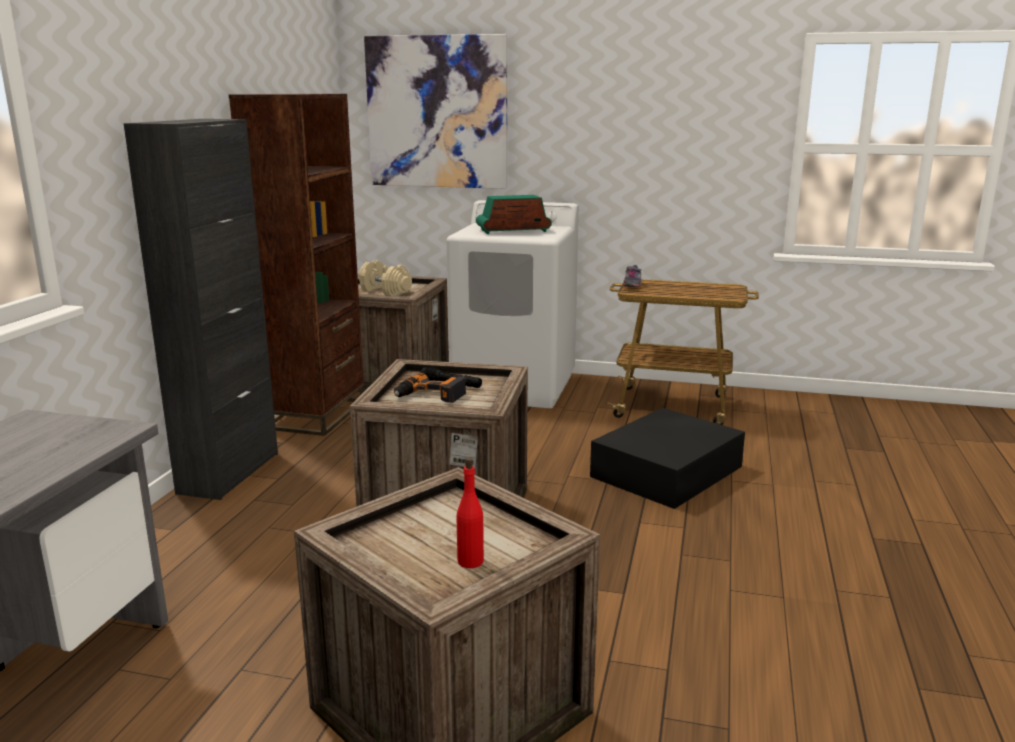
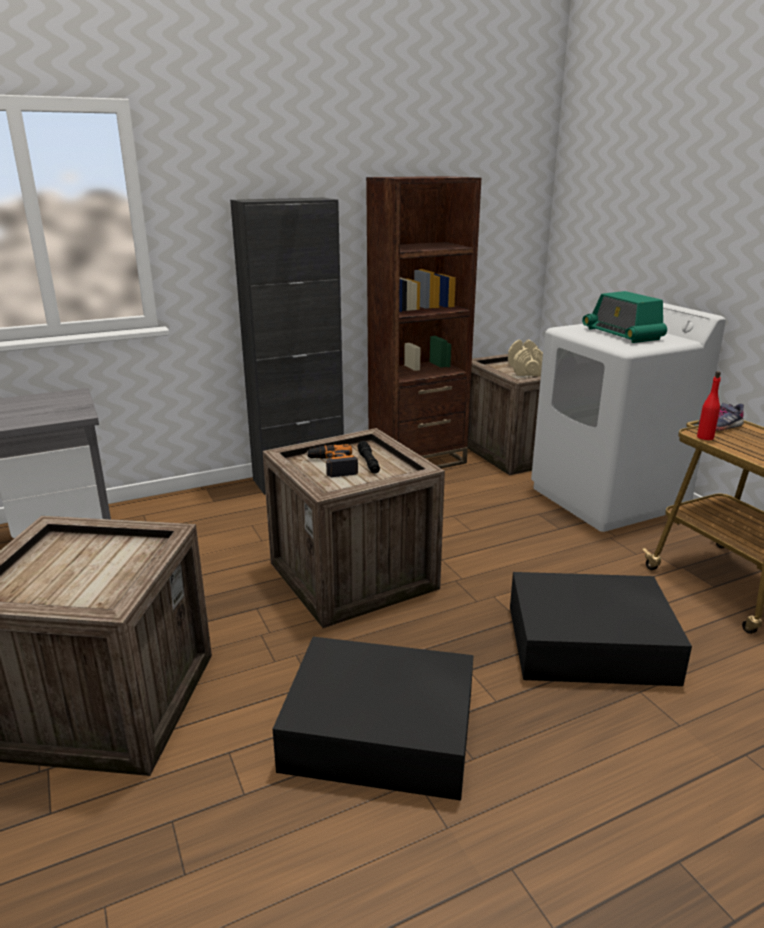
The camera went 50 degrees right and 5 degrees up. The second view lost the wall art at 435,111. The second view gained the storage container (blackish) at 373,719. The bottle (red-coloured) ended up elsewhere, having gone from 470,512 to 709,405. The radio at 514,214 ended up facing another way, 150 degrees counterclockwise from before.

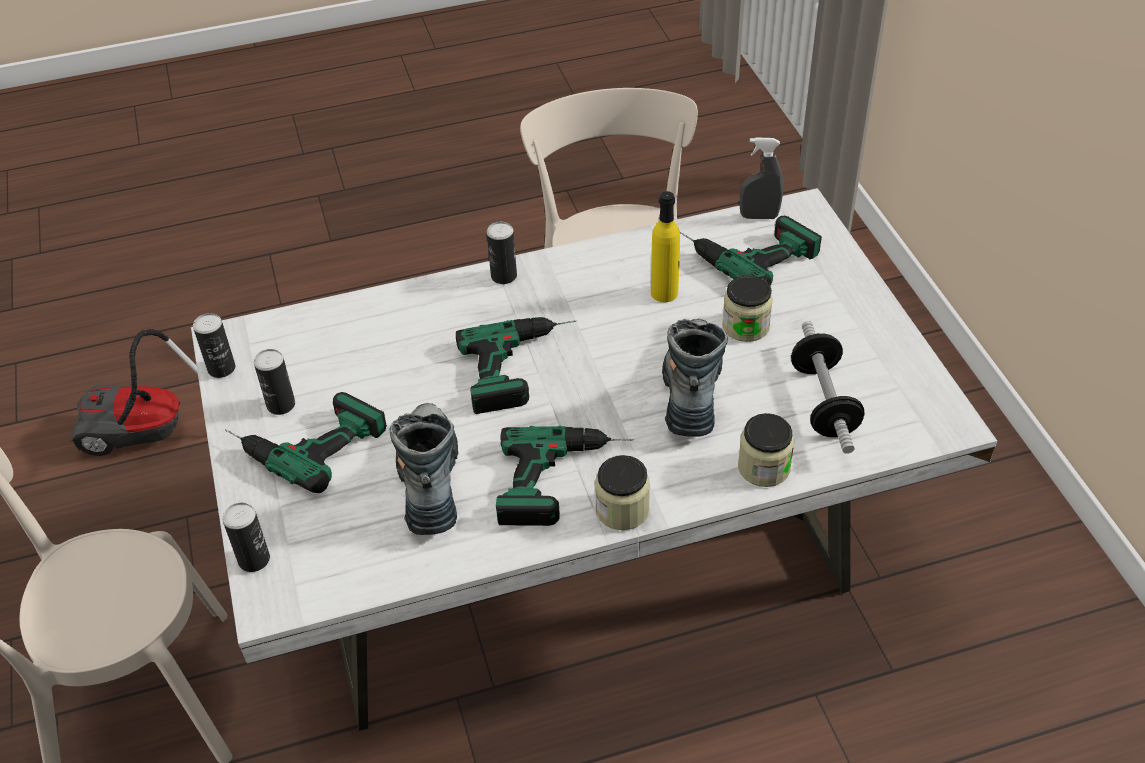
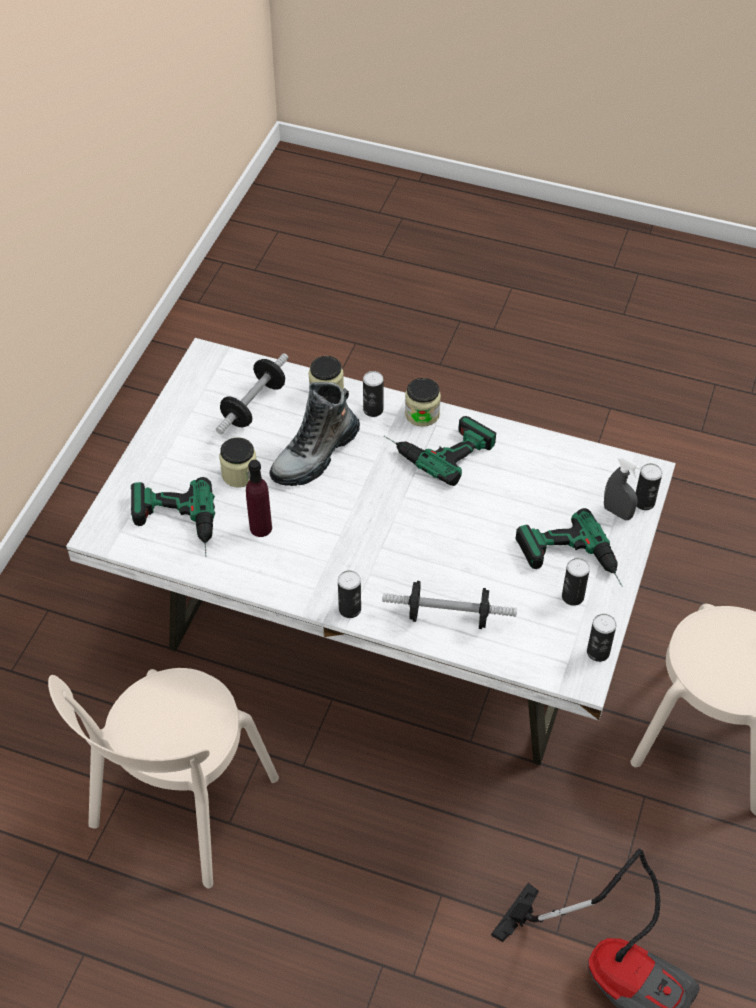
The camera went 145 degrees left and 5 degrees up. The second view lost the high-top boot at 423,469. The second view lost the electric drill at 516,365. The second view gained the can at 373,394. The second view gained the dumbbell at 449,605. The spray bottle (greyish) ended up elsewhere, having gone from 761,178 to 622,488. What was the bottle (yellowish) at 665,246 turned into the bottle (purplish) at 259,498.

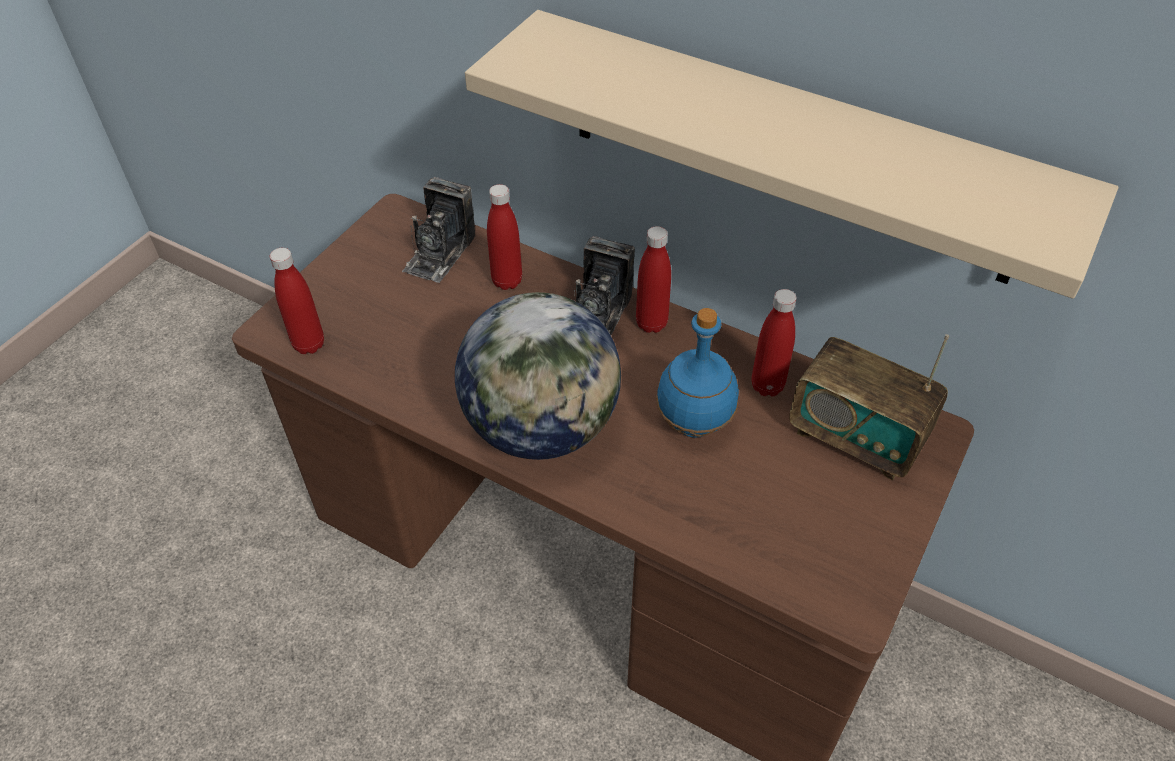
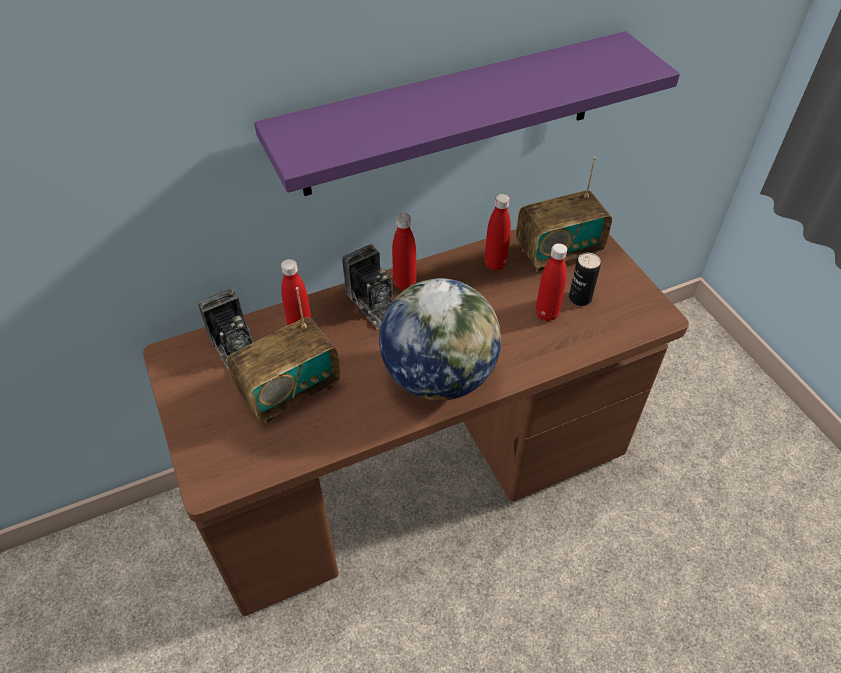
The camera went 55 degrees left and 0 degrees up. The second view lost the bottle (bluish) at 697,373. The second view gained the radio at 283,355. The second view gained the can at 585,279. The bottle (red-coloured) ended up elsewhere, having gone from 297,301 to 551,282. What was the bracket shelf (beige-coloured) at 791,154 turned into the bracket shelf (purplish) at 467,113.

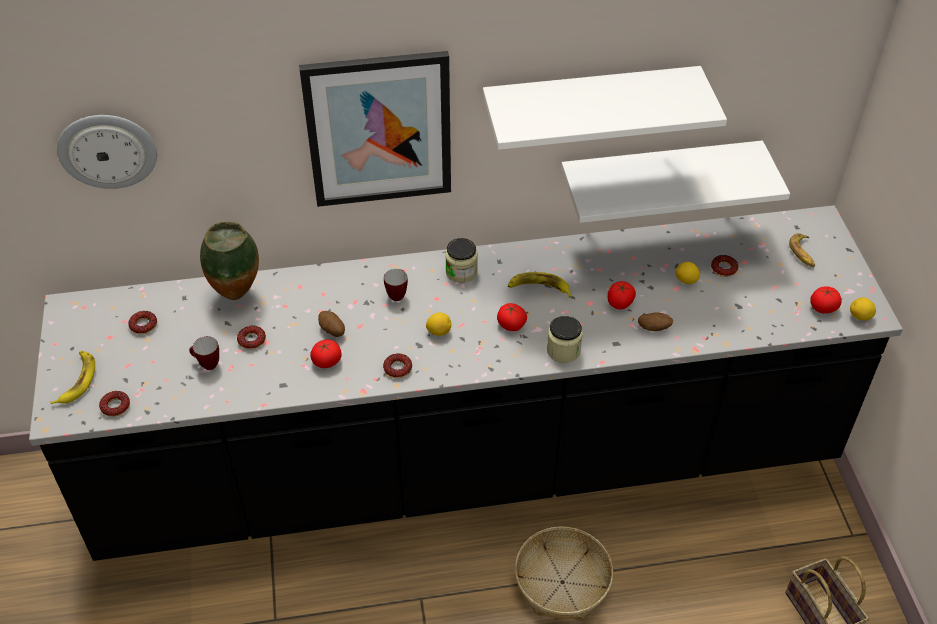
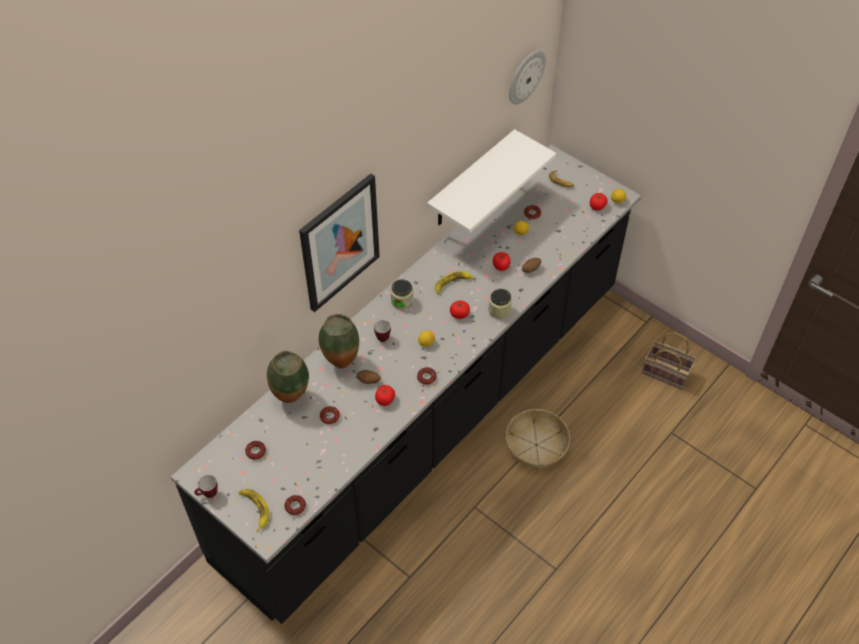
The camera went 40 degrees left and 5 degrees up. The second view lost the bracket shelf (white) at 605,108. The second view gained the flower vase at 339,341. The wall clock ended up elsewhere, having gone from 107,152 to 527,77. The coffee mug ended up elsewhere, having gone from 204,353 to 206,486.

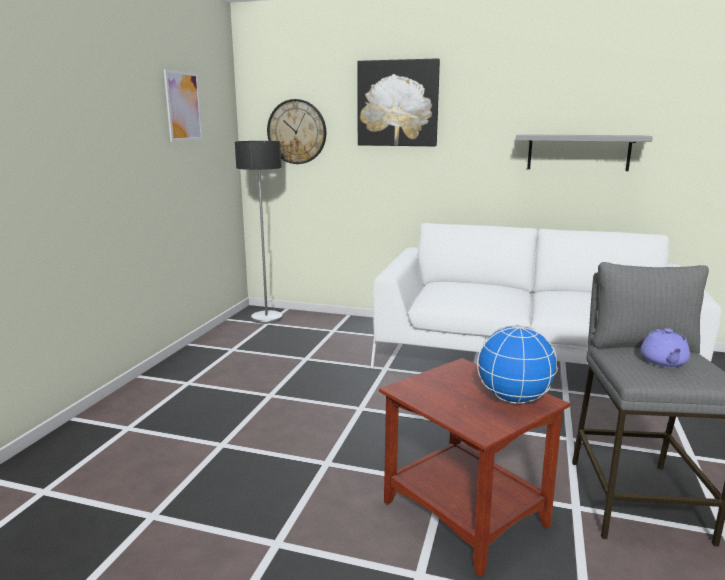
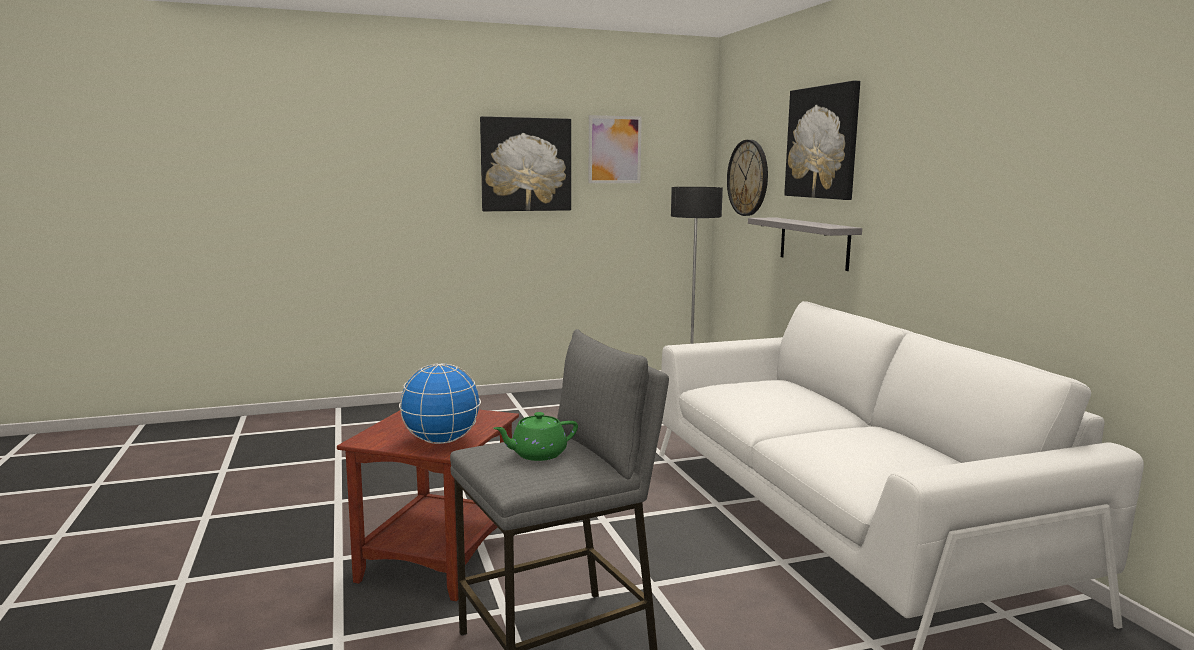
The camera went 55 degrees right and 5 degrees down. The second view gained the wall art at 525,163. The bracket shelf (greyish) ended up elsewhere, having gone from 584,152 to 805,244. What was the tea pot (purplish) at 665,347 turned into the tea pot (green-coloured) at 536,436.

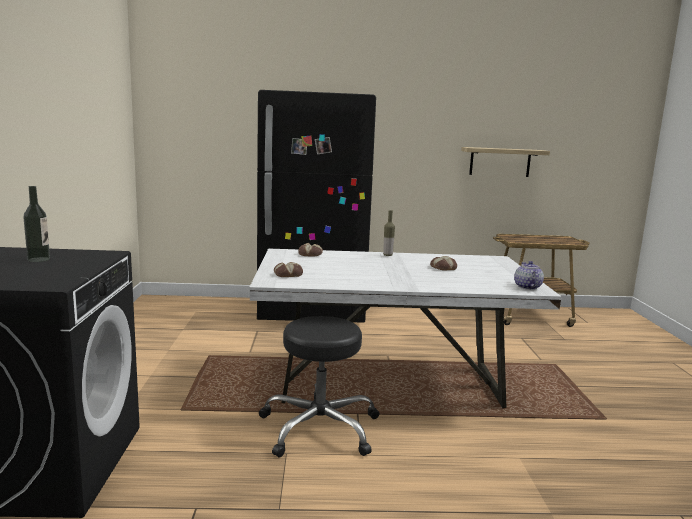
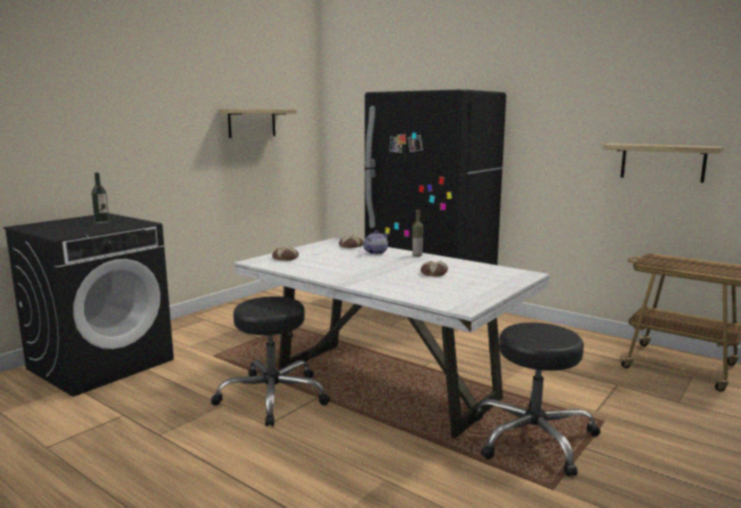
The camera went 40 degrees right and 0 degrees up. The second view gained the bracket shelf at 258,123. The second view gained the stool seat (blackish) at 538,399. The tea pot ended up elsewhere, having gone from 529,275 to 376,242.

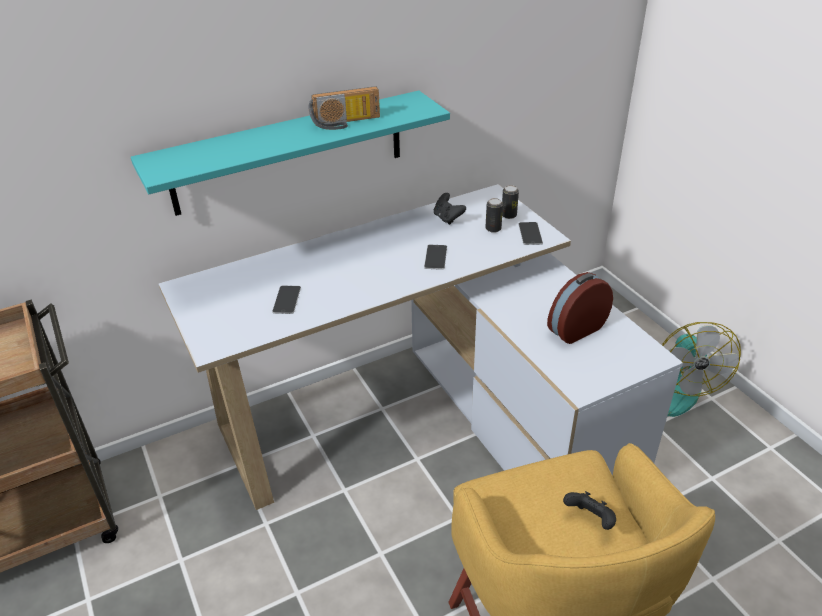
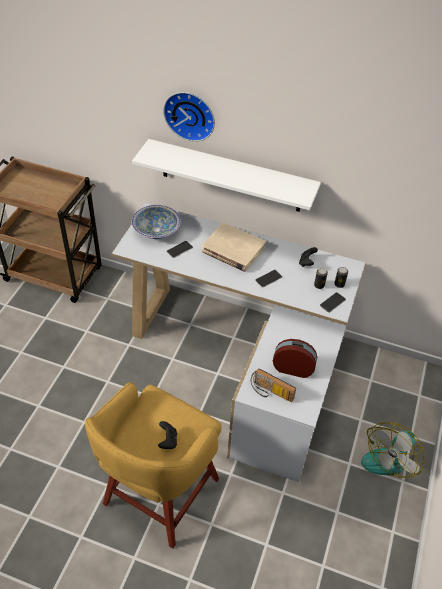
The camera went 45 degrees right and 10 degrees up. The second view gained the deep dish at 156,222. The second view gained the wall clock at 189,117. The second view gained the bound book (beige-coloured) at 233,247. The radio ended up elsewhere, having gone from 344,108 to 273,385. What was the bracket shelf (turquoise-coloured) at 290,153 turned into the bracket shelf (white) at 226,175.

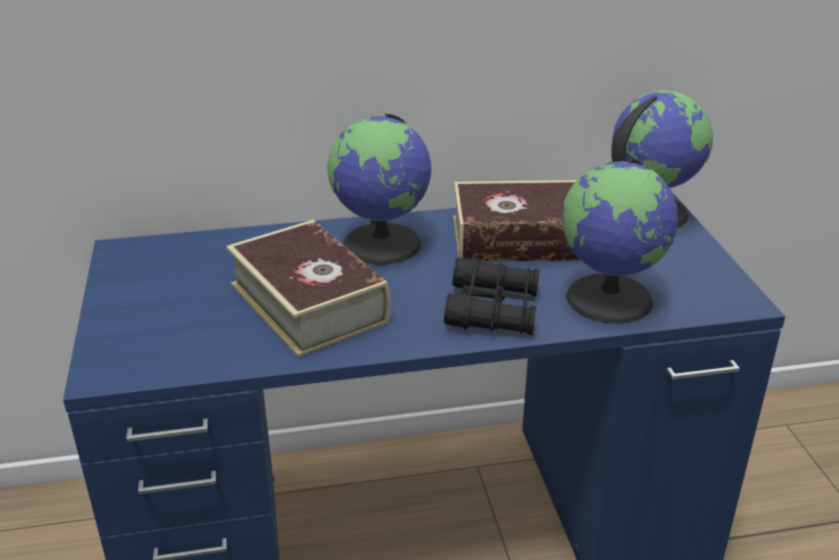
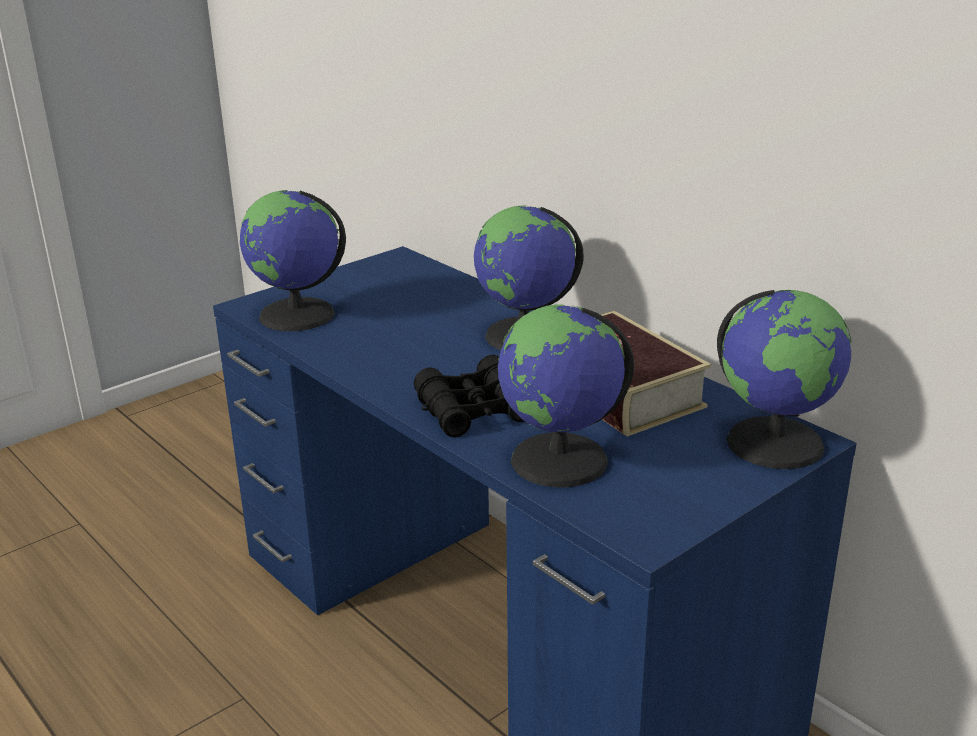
The camera went 60 degrees right and 5 degrees down. The second view lost the bound book at 308,288. The second view gained the world globe at 293,260.

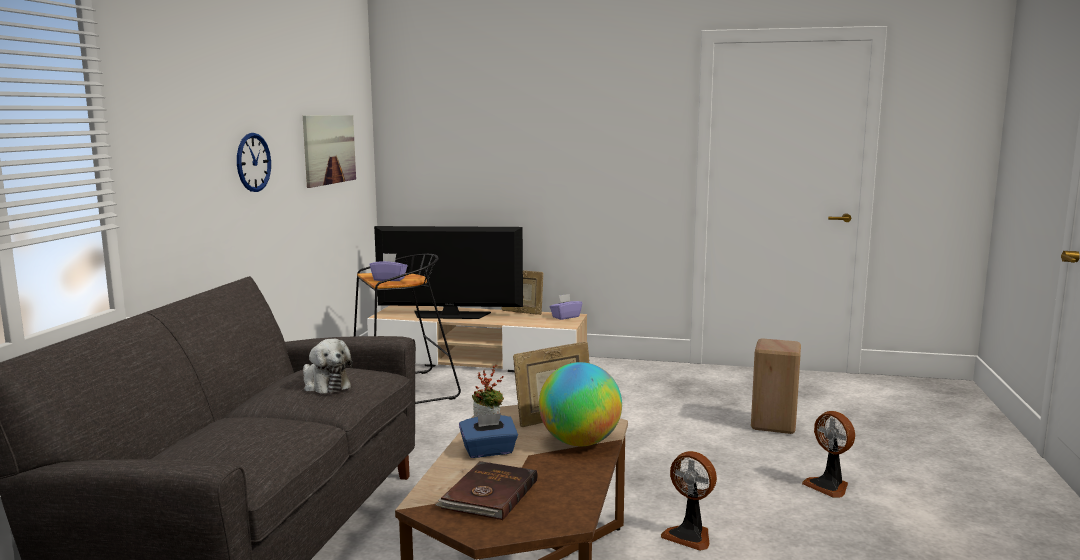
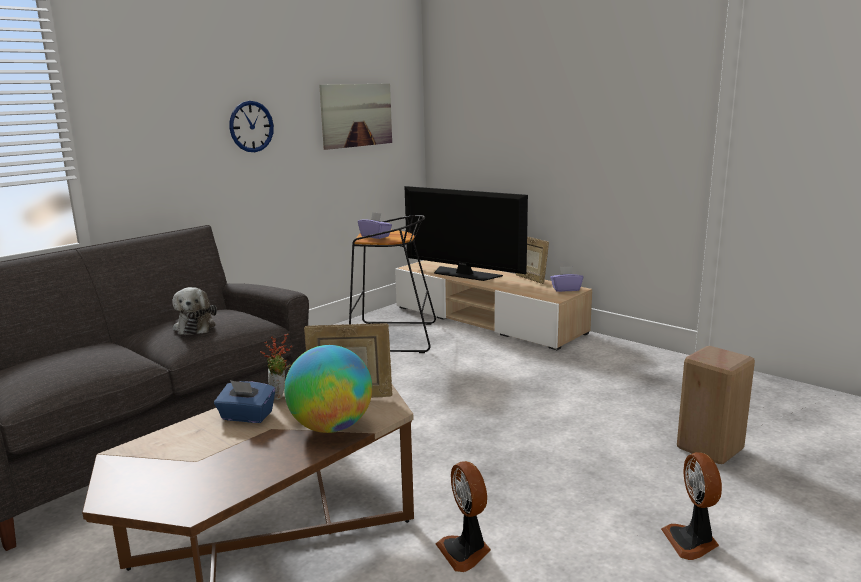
The camera went 30 degrees right and 5 degrees up. The second view lost the bound book (brown-coloured) at 487,491.

